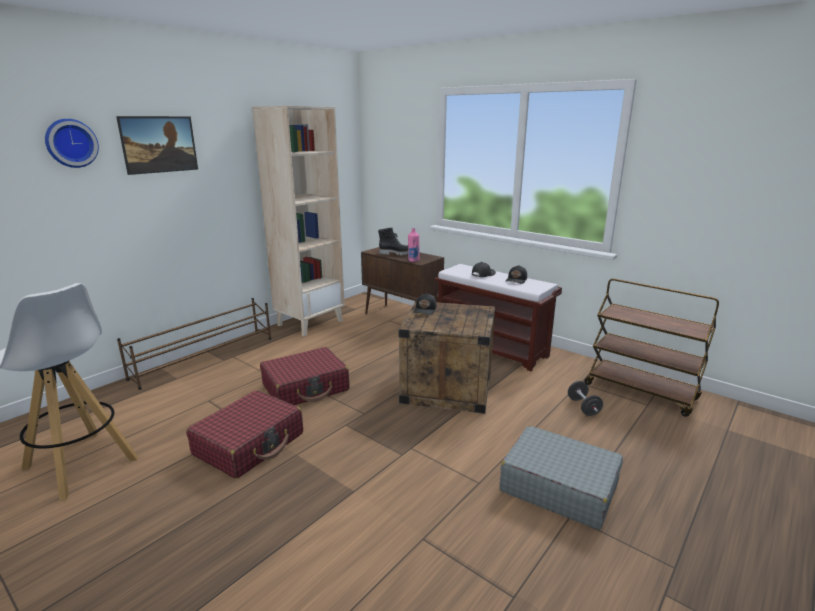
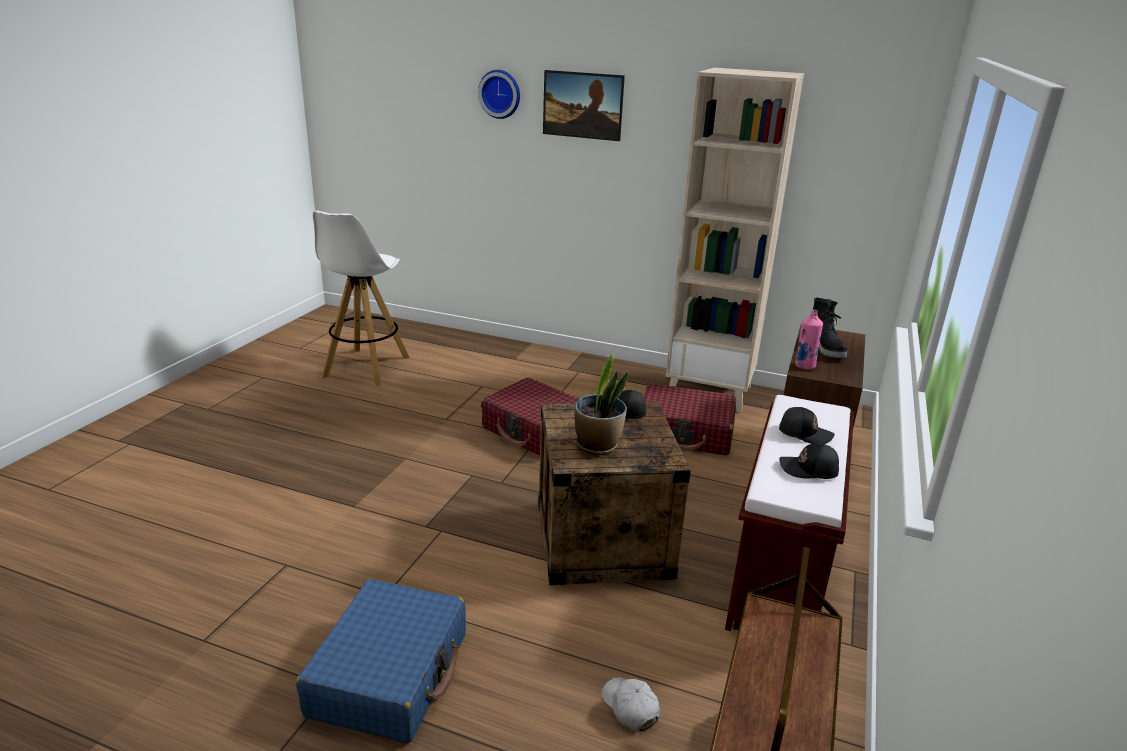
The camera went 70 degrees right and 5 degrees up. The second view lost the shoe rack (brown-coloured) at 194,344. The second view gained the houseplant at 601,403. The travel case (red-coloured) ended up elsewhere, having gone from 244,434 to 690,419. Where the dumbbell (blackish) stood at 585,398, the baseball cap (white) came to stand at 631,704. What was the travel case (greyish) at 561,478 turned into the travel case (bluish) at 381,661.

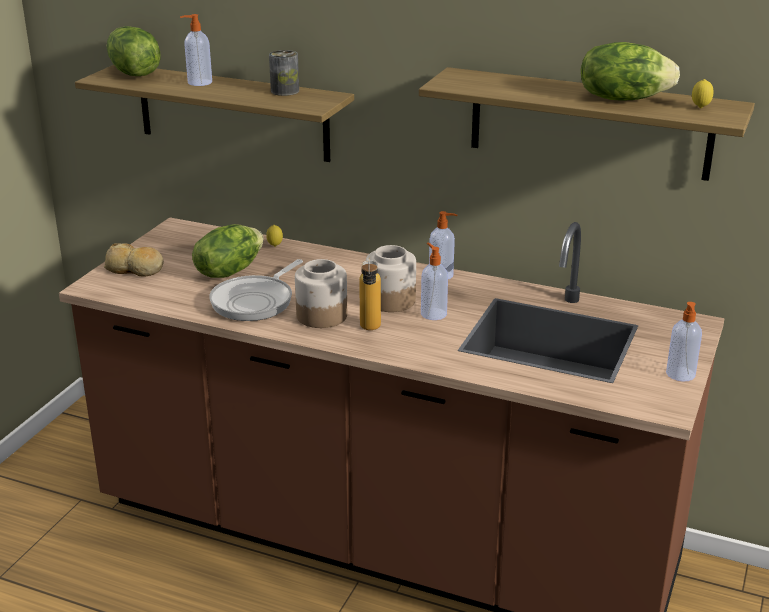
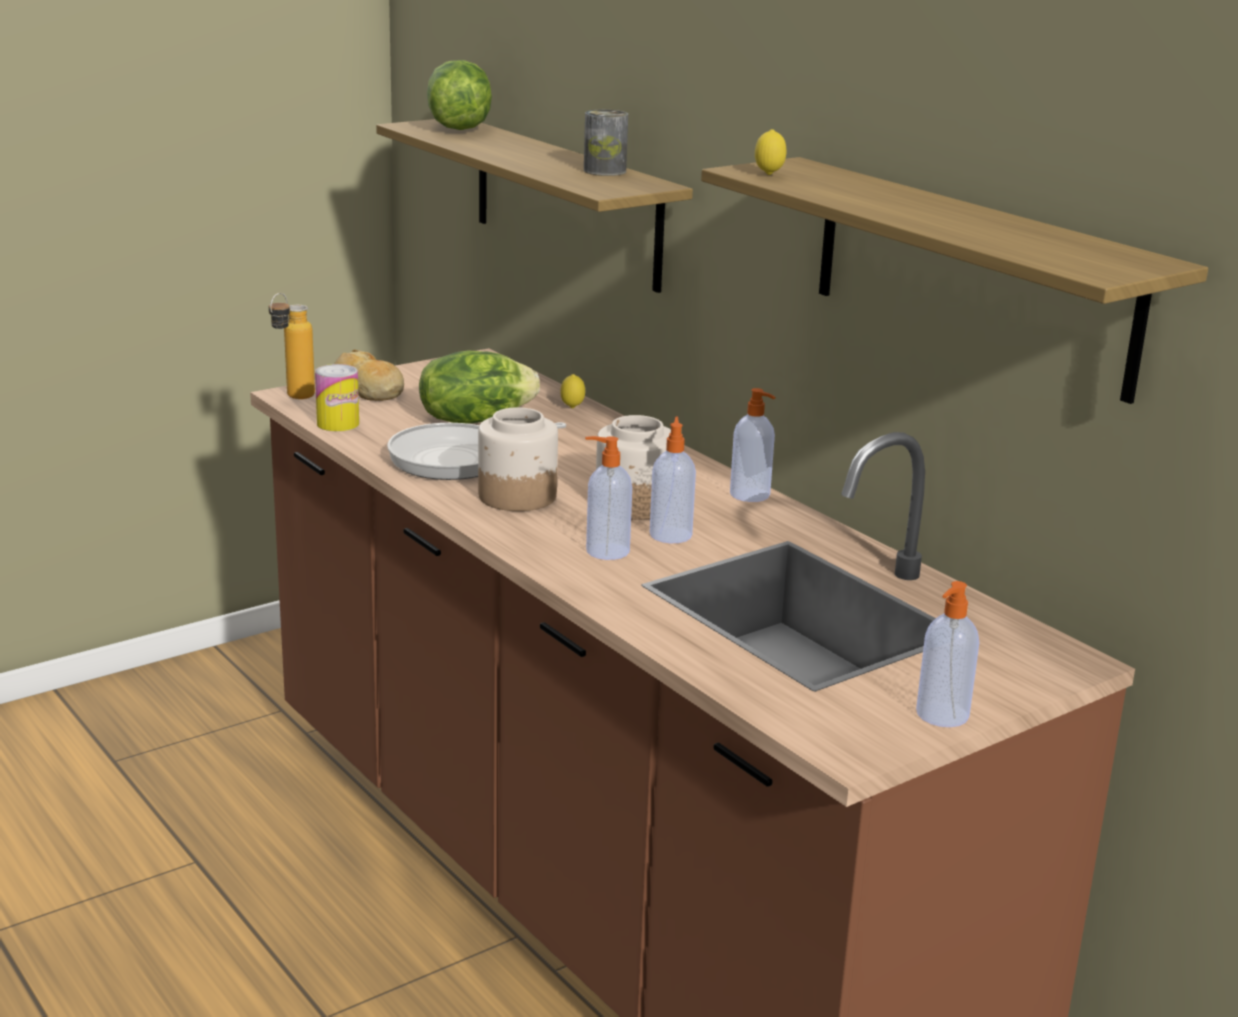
The camera went 30 degrees right and 5 degrees down. The second view lost the lettuce at 630,71. The second view gained the can at 337,397. The soap dispenser ended up elsewhere, having gone from 196,50 to 608,498. The bottle ended up elsewhere, having gone from 370,293 to 292,346. The citrus fruit ended up elsewhere, having gone from 702,93 to 770,152.

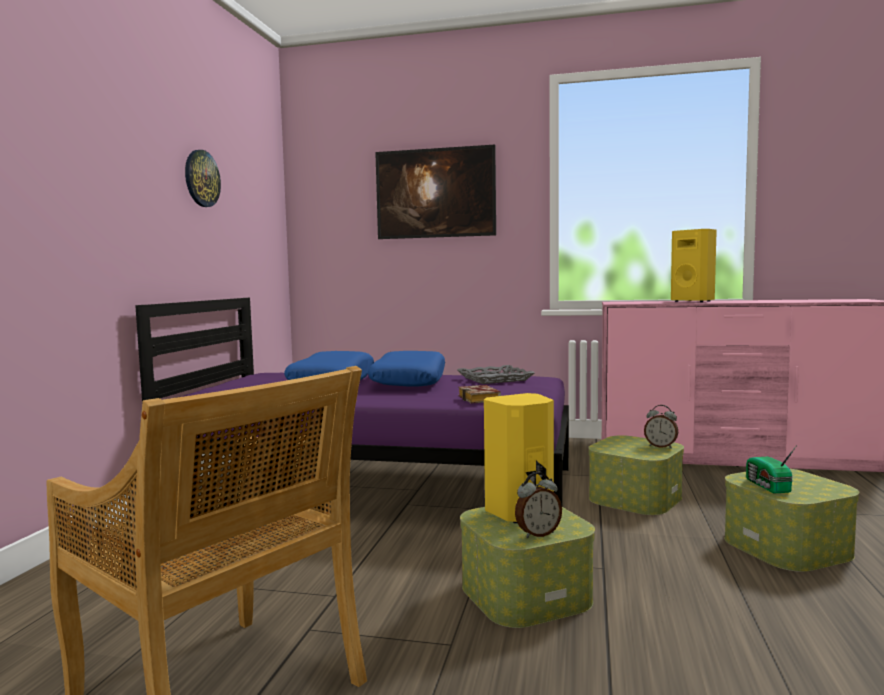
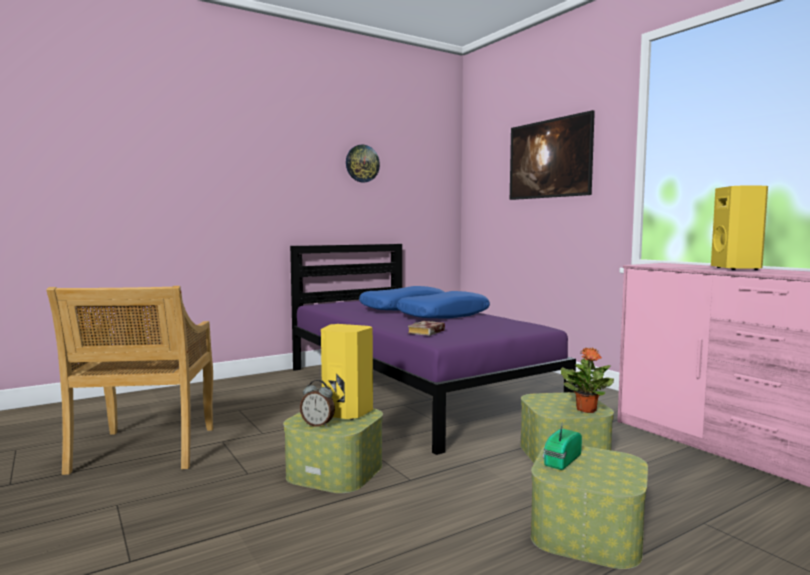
The camera went 45 degrees right and 0 degrees up. The second view lost the serving tray (greyish) at 496,374. Where the bedside clock stood at 661,426, the houseplant came to stand at 587,380.

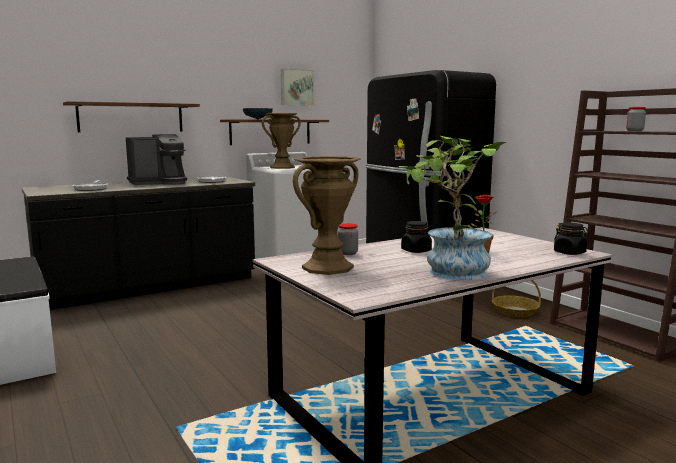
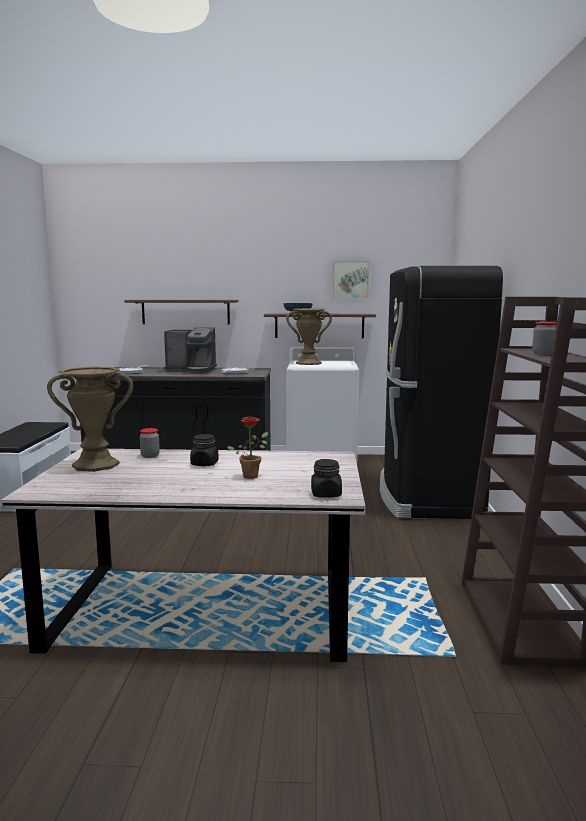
The camera went 35 degrees right and 0 degrees up. The second view lost the houseplant at 452,208. The second view lost the storage basket at 516,298.

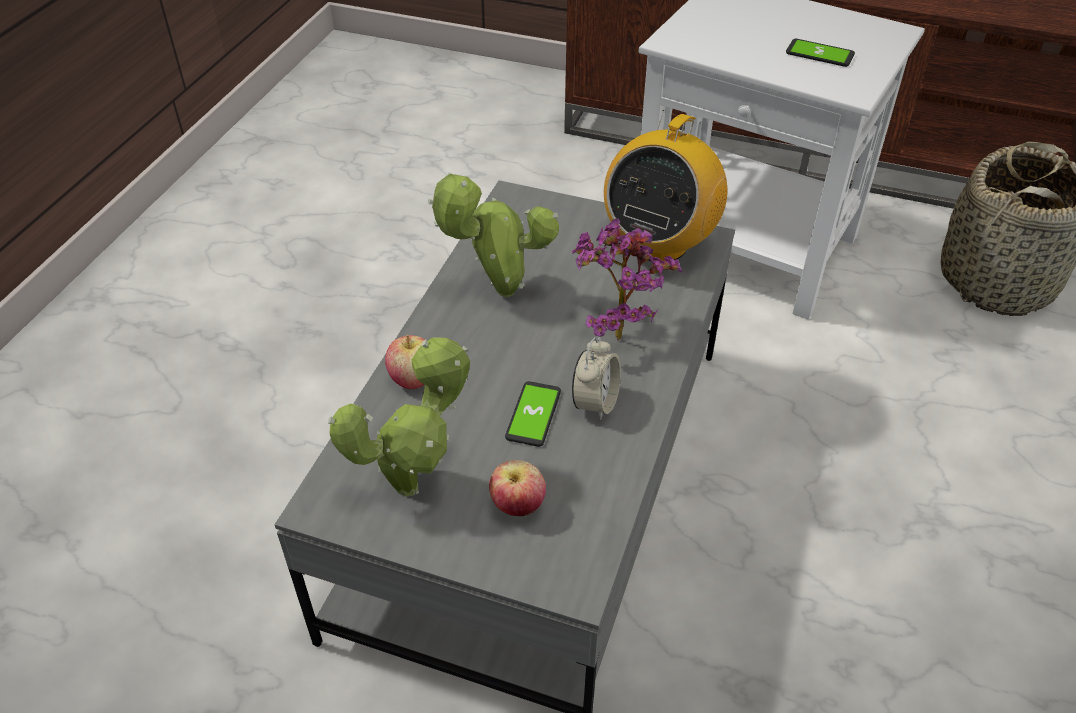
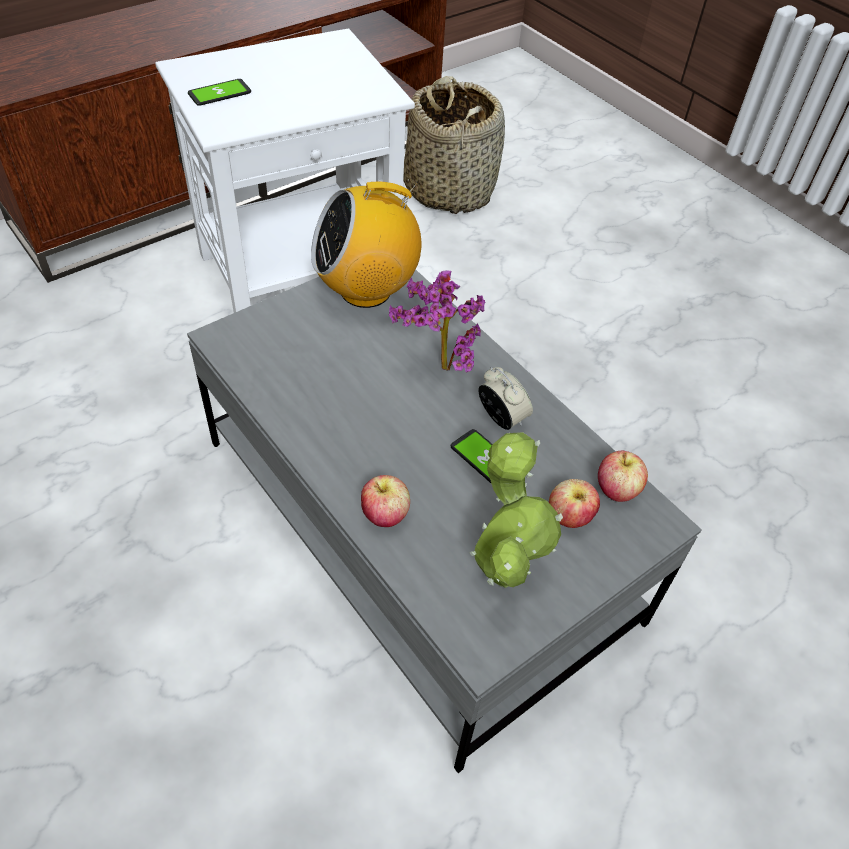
The camera went 60 degrees left and 5 degrees up. The second view lost the houseplant at 493,234. The second view gained the apple at 623,476. The handset ended up elsewhere, having gone from 820,53 to 219,92. The radio at 665,185 ended up facing another way, 105 degrees clockwise from before.

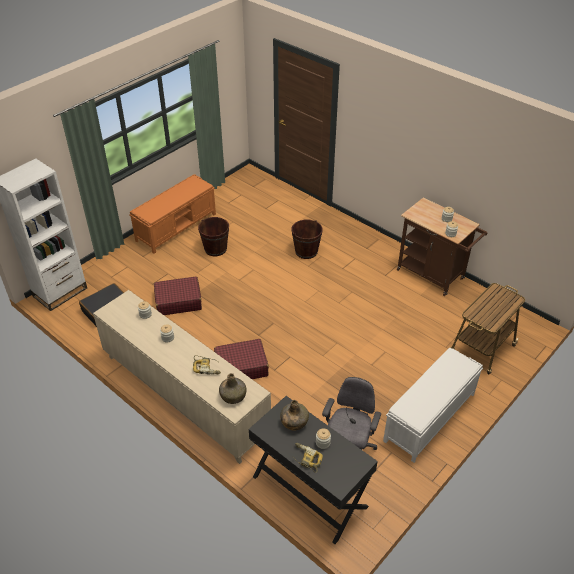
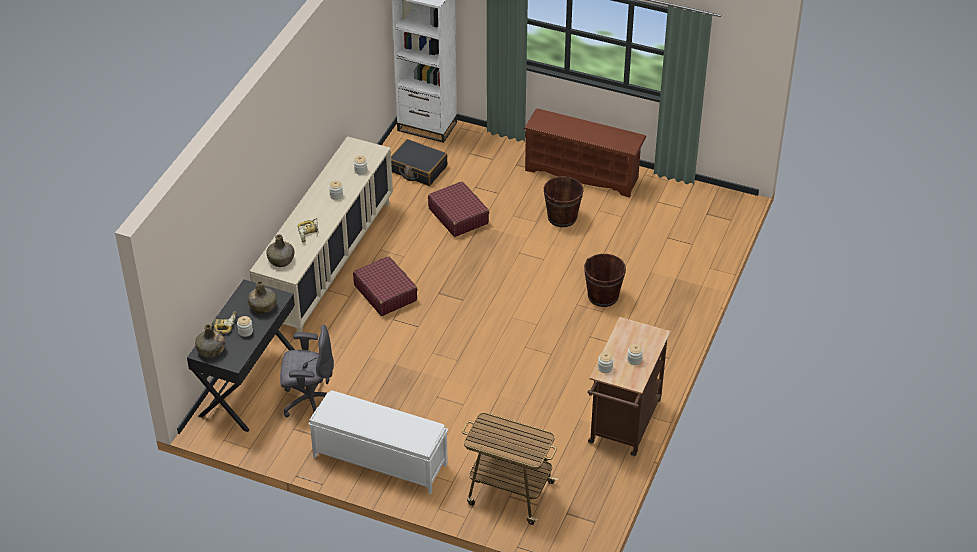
The camera went 70 degrees right and 0 degrees up. The second view gained the bottle (green-coloured) at 210,341. Where the long seat (orange-coloured) stood at 172,214, the shoe rack (brown-coloured) came to stand at 585,153.

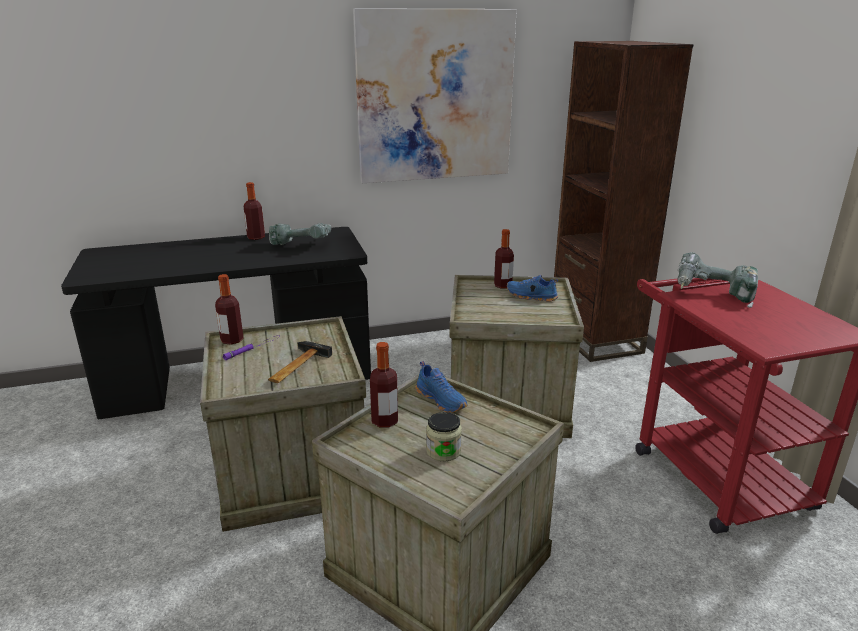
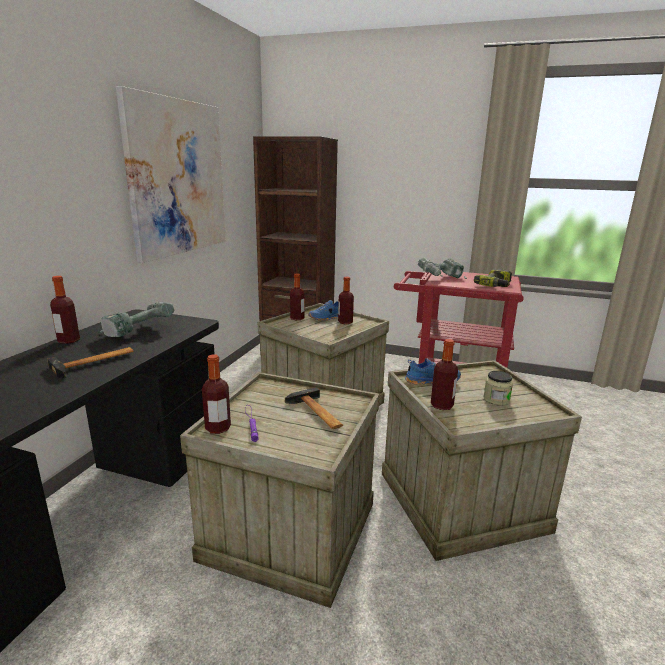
The camera went 55 degrees left and 5 degrees down. The second view gained the hammer at 90,362. The second view gained the bottle at 346,300. The second view gained the electric drill at 493,278.

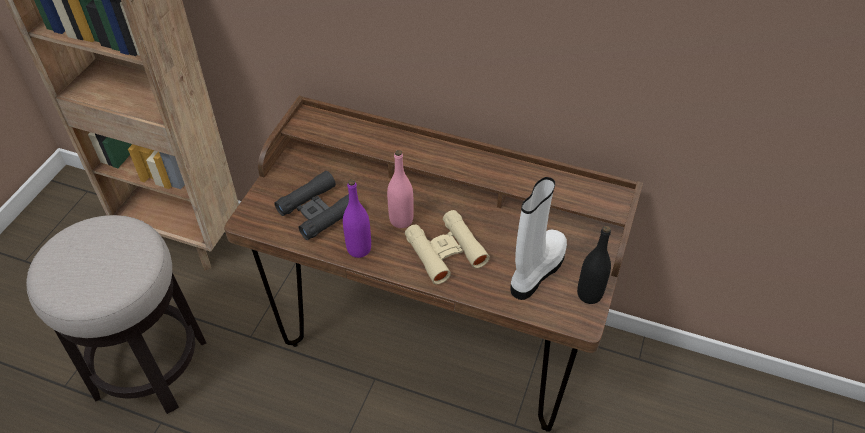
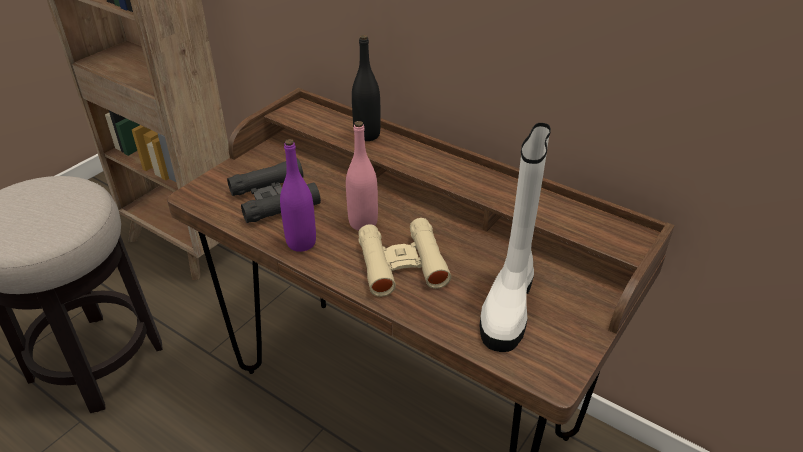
The camera went 15 degrees right and 10 degrees down. The bottle (blackish) ended up elsewhere, having gone from 594,265 to 366,88. The high-top boot (white) at 538,238 ended up facing another way, 150 degrees clockwise from before.

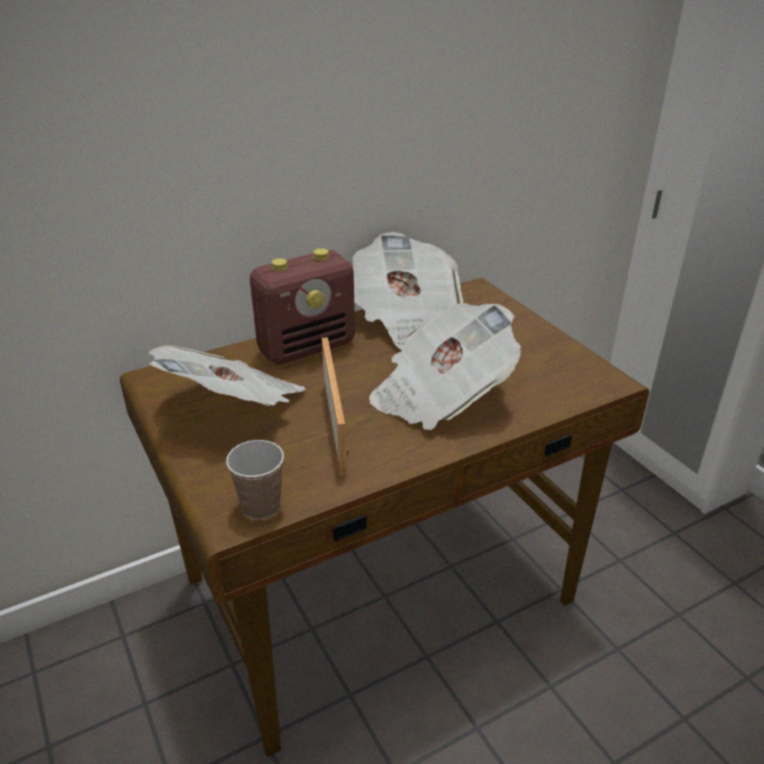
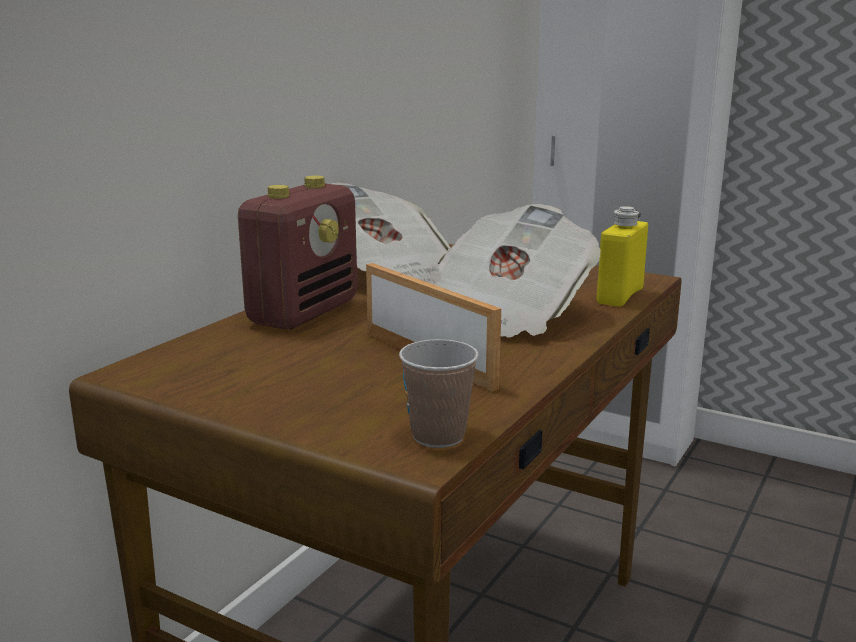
The camera went 30 degrees left and 15 degrees down. The second view lost the printed paper at 227,375. The second view gained the bottle (yellowish) at 622,256.

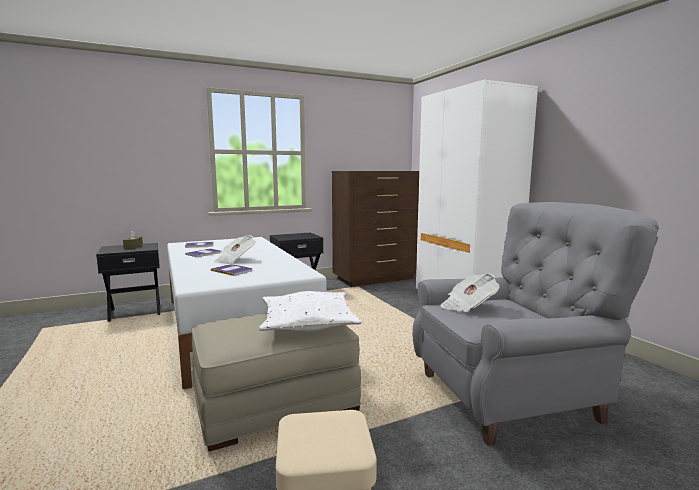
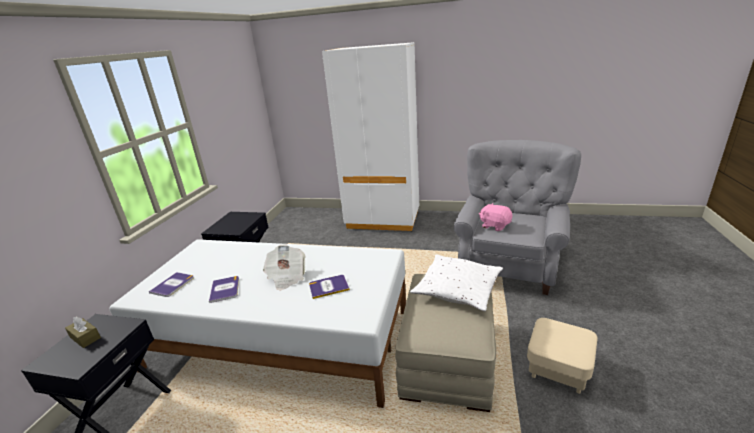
The camera went 50 degrees left and 15 degrees up. The second view lost the dresser (brown-coloured) at 375,229. Where the printed paper stood at 470,292, the soft toy (pinkish) came to stand at 495,217.

